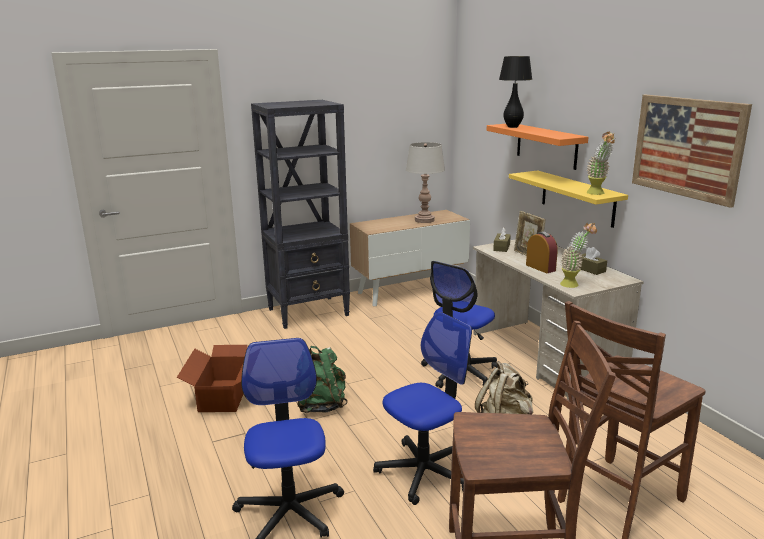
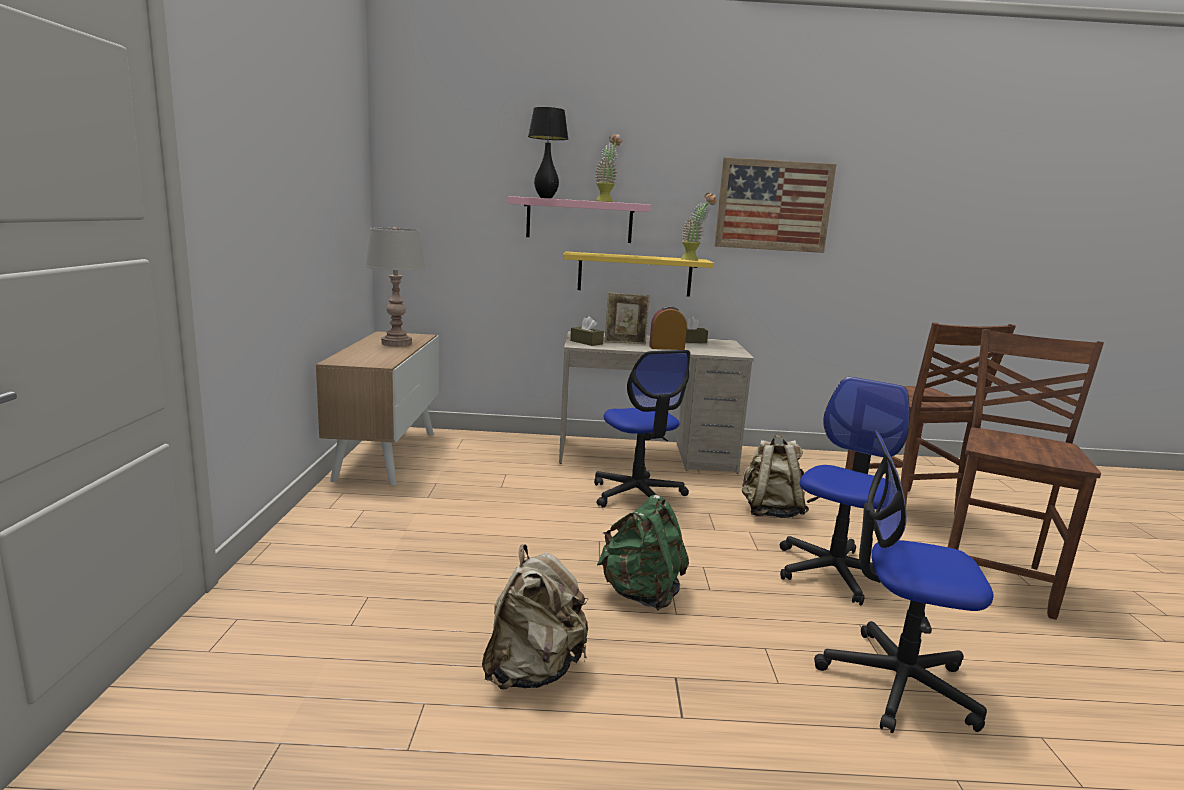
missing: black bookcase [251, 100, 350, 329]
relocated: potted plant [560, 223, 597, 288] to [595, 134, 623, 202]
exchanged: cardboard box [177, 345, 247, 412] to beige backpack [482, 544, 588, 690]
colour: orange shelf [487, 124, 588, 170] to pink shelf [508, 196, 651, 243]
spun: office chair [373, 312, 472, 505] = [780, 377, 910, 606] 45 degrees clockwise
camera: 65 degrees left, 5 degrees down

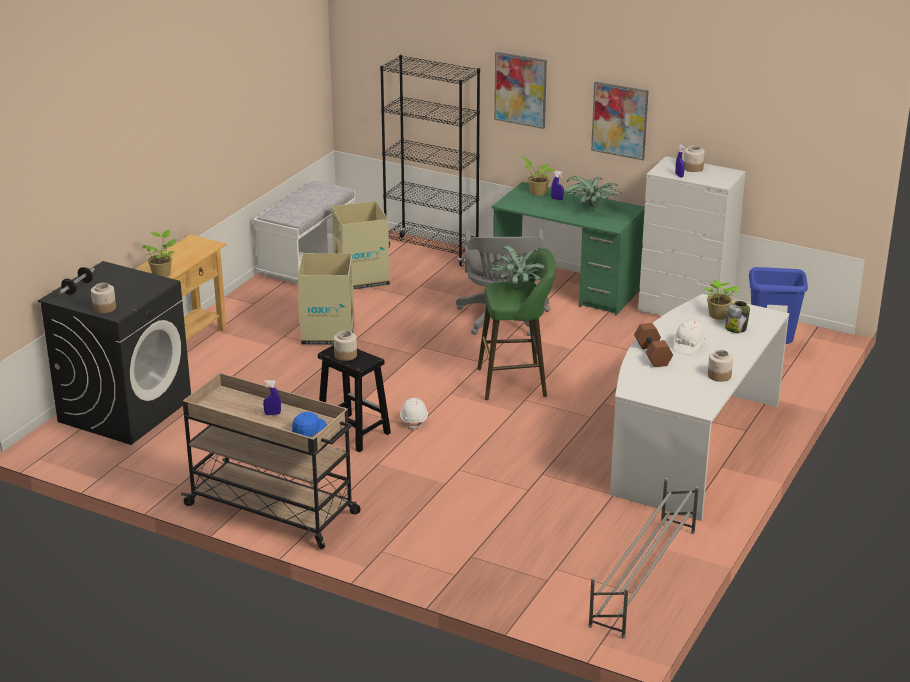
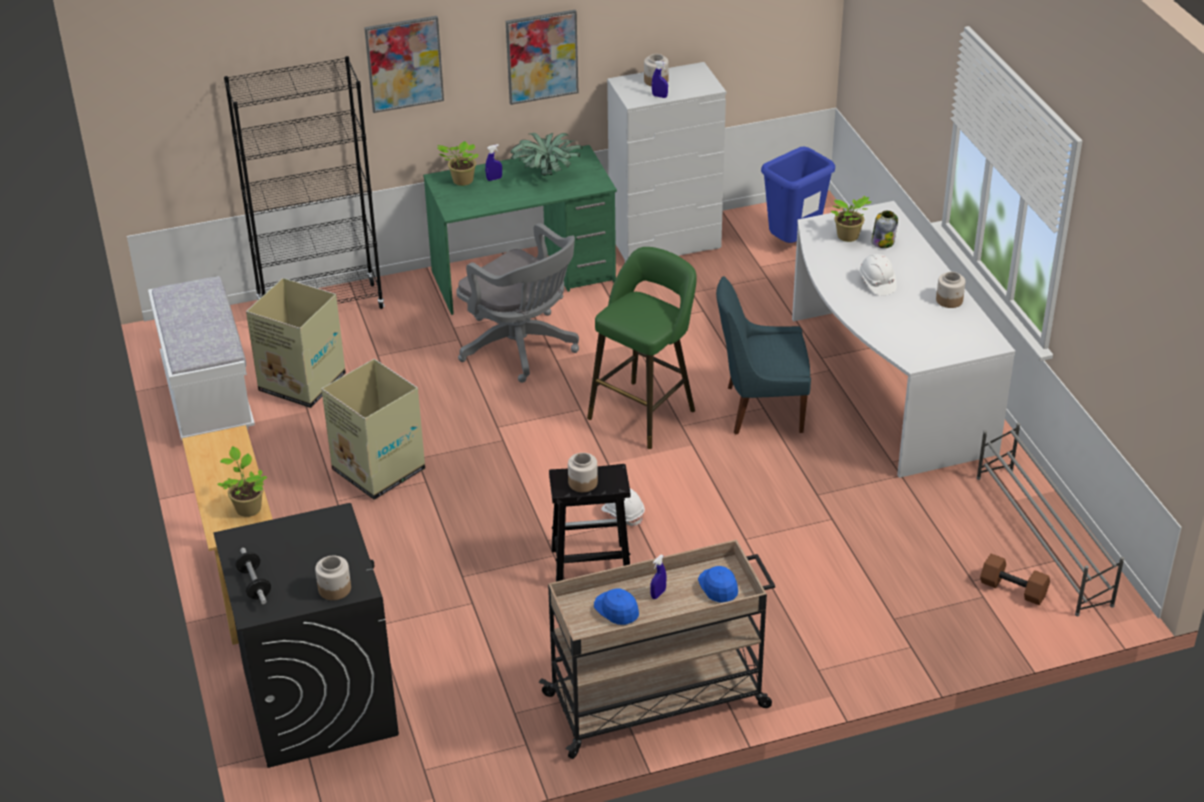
missing: potted plant [491, 246, 545, 289]
appeared: blue chair [716, 276, 811, 435]; blue cap [594, 589, 639, 625]
relocated: brown dumbbell [634, 323, 673, 367] to [980, 553, 1050, 605]
camera: 45 degrees left, 10 degrees up

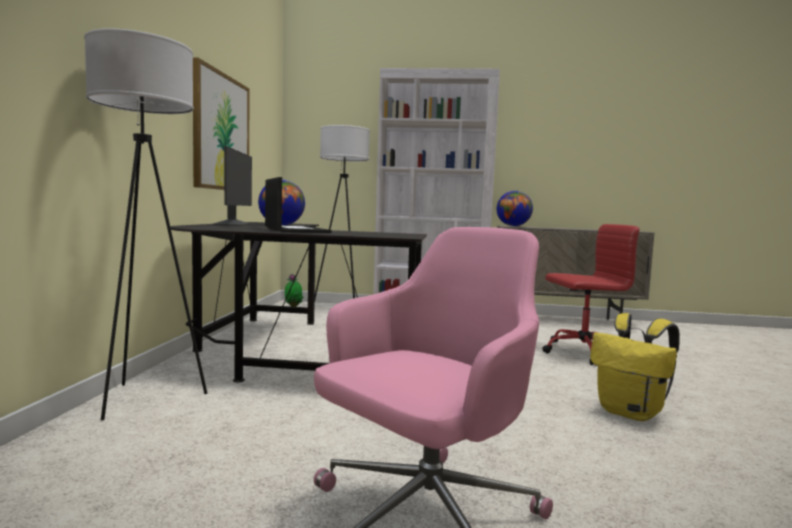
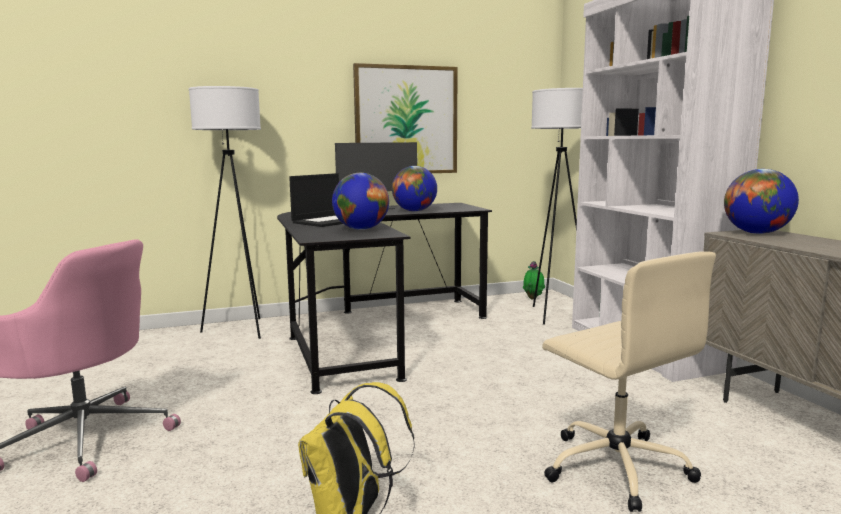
appeared: globe [332, 173, 389, 230]
colour: red office chair [543, 224, 640, 366] to beige office chair [542, 251, 716, 512]
camera: 65 degrees right, 5 degrees up

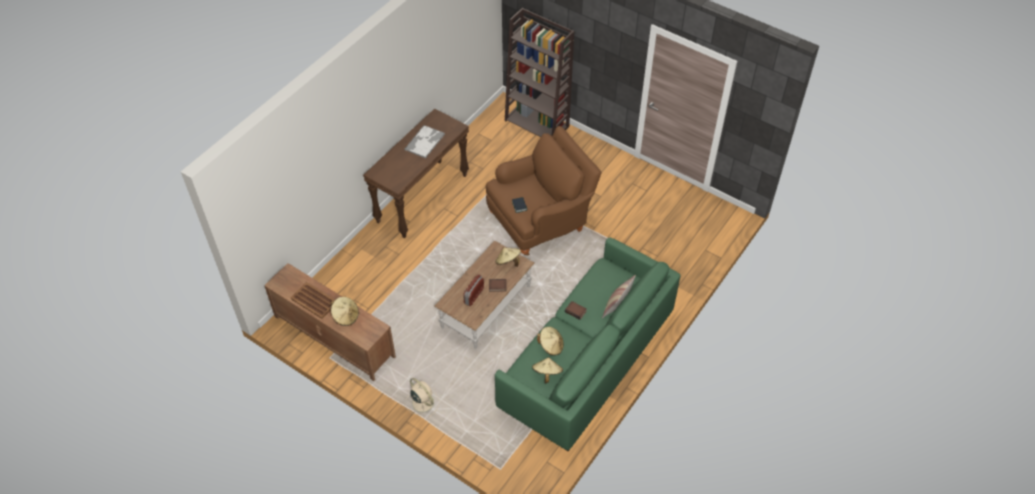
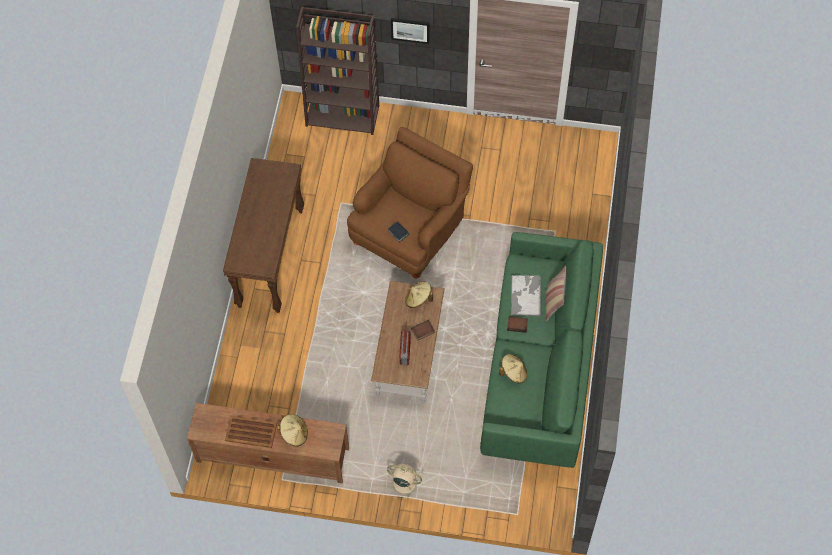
missing: beige hat [532, 357, 563, 383]
appeared: picture [391, 18, 430, 44]
relocated: tray [404, 125, 445, 159] to [511, 275, 541, 316]
camera: 25 degrees left, 10 degrees up

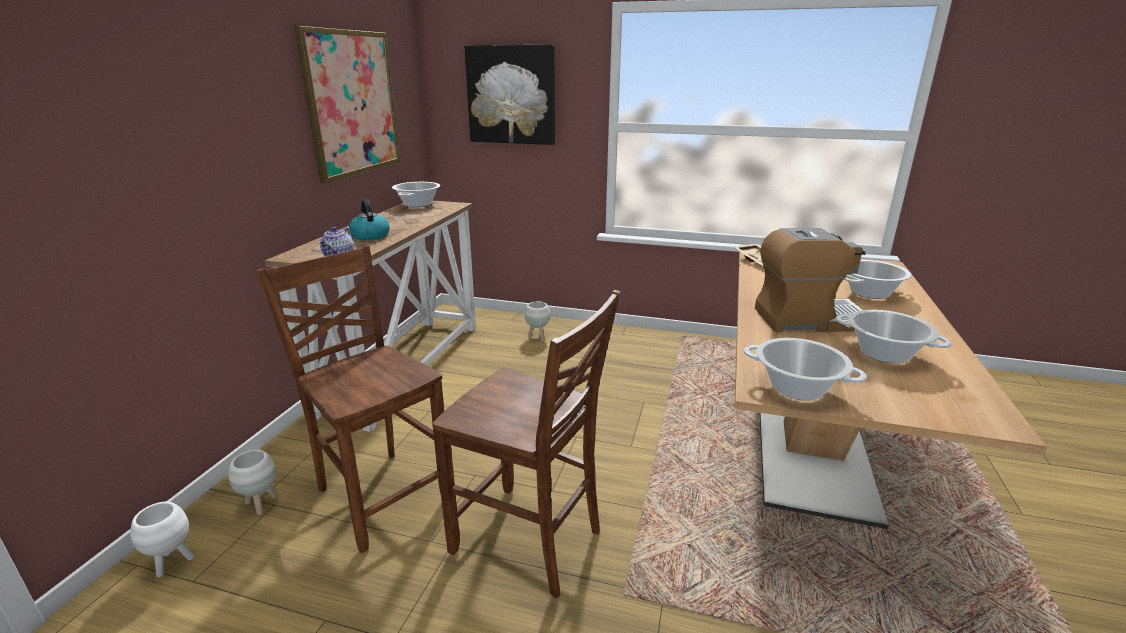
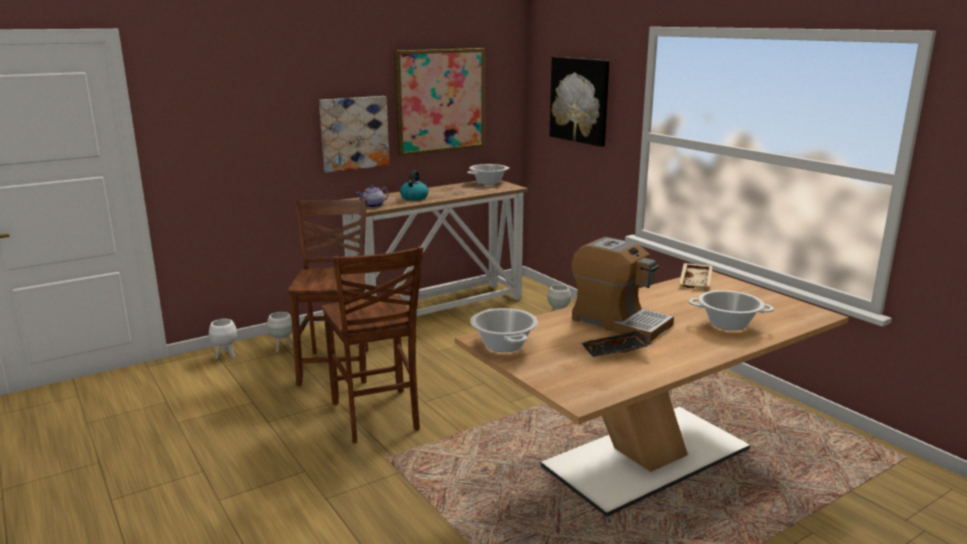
appeared: picture [319, 96, 389, 173]
exchanged: cooking pot [836, 310, 952, 363] to black tray [582, 330, 652, 357]
camera: 40 degrees right, 5 degrees down

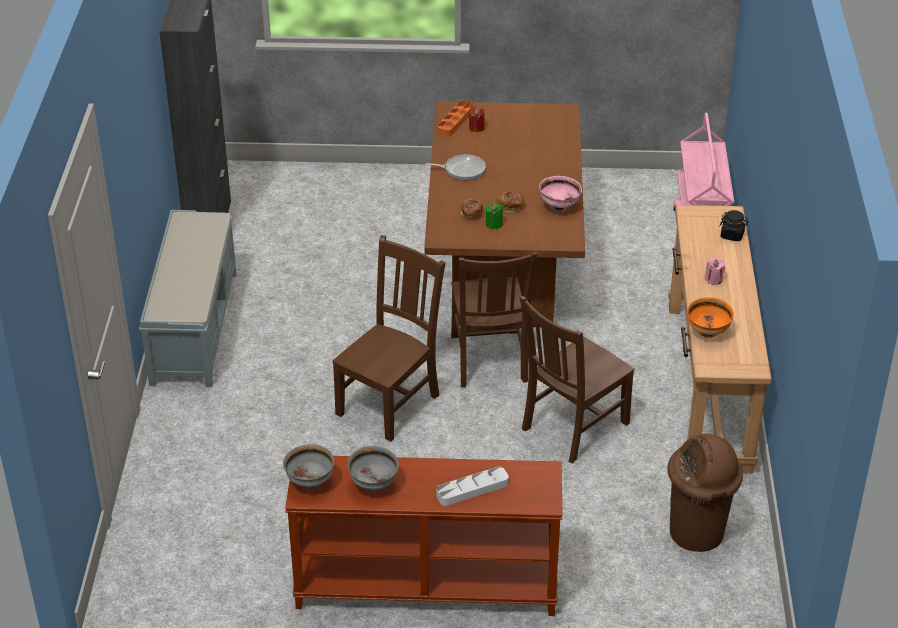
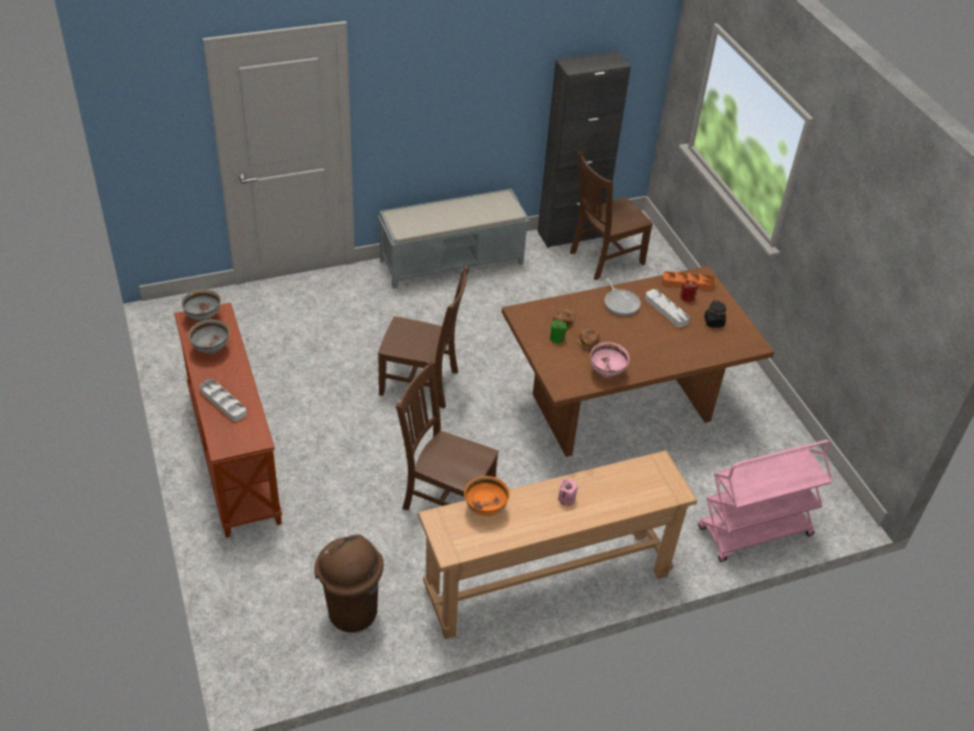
appeared: grey tray [645, 289, 690, 328]
relocated: black jar [719, 210, 749, 241] to [704, 300, 726, 327]; brown chair [451, 252, 538, 388] to [570, 152, 653, 280]
camera: 65 degrees right, 5 degrees up

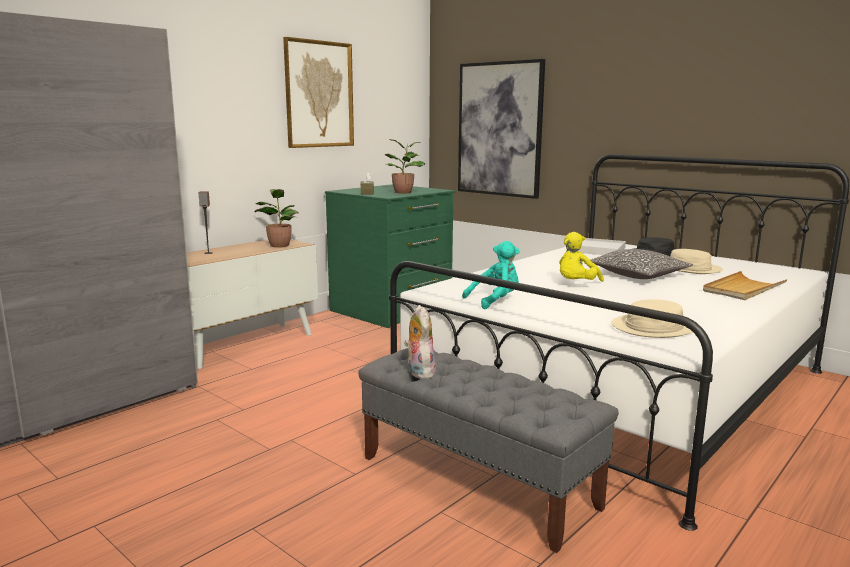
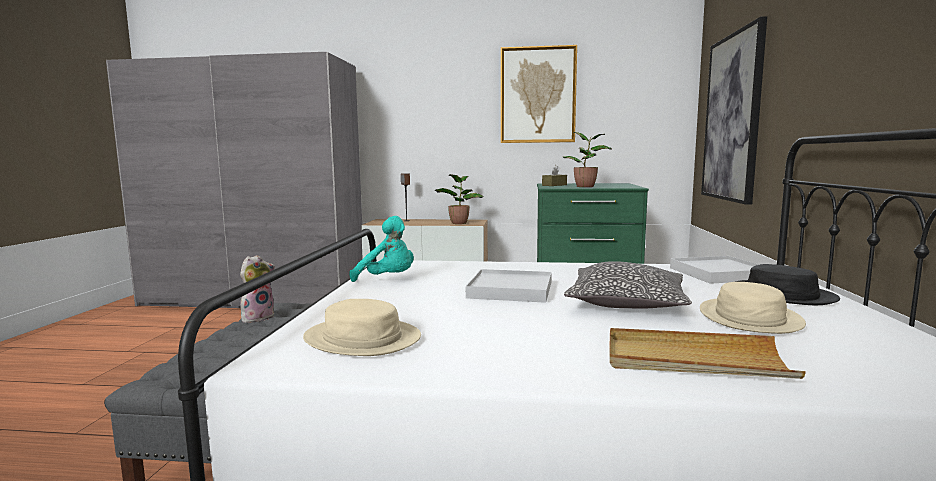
exchanged: yellow plush toy [559, 232, 604, 282] to white tray [465, 269, 552, 303]
camera: 55 degrees right, 5 degrees down

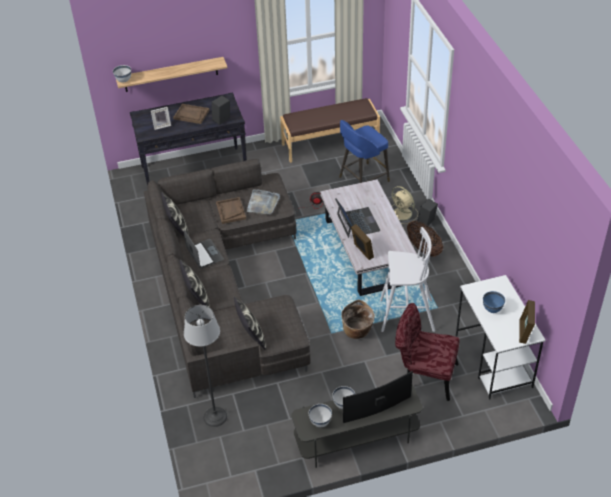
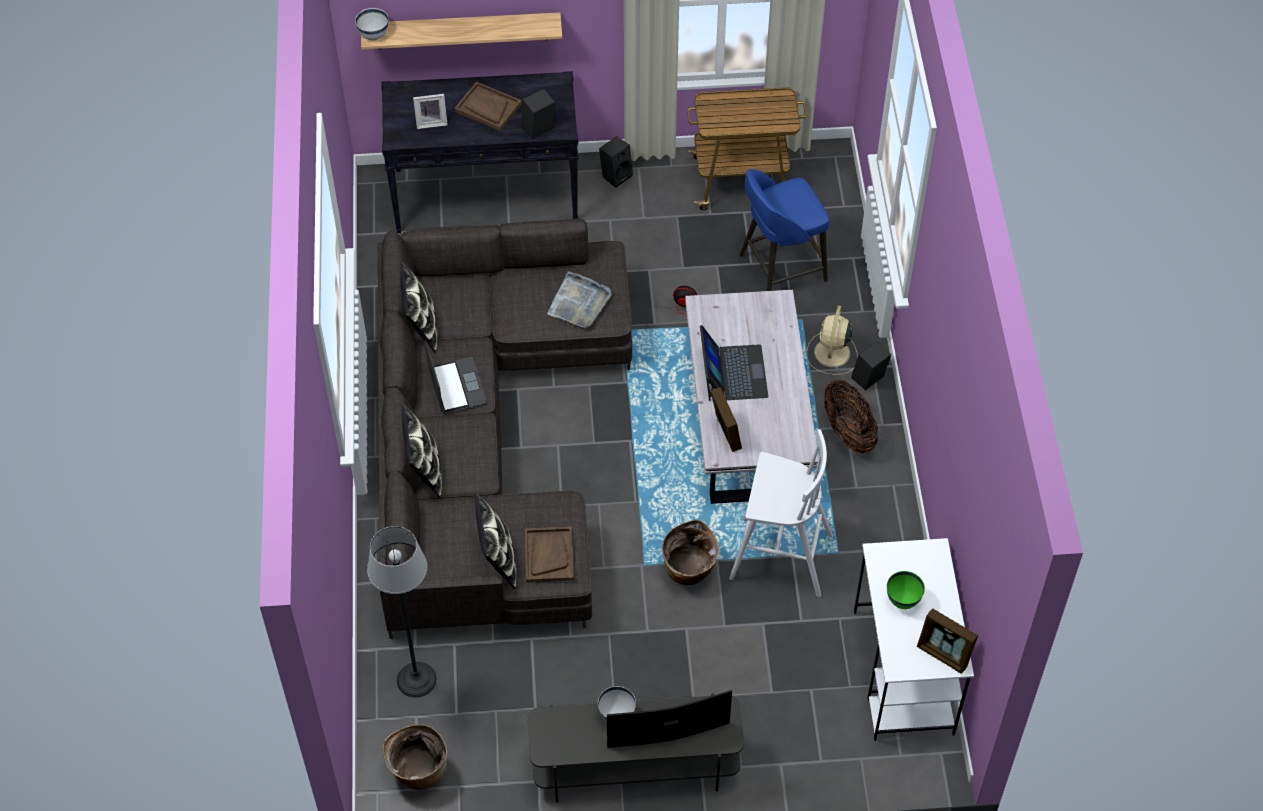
missing: red chair [395, 303, 460, 401]; white bowl [309, 404, 332, 427]
appeared: black speaker [599, 136, 633, 188]; basket [383, 724, 448, 790]
relocated: brown tray [216, 197, 246, 224] to [525, 526, 574, 583]
exchanged: brown bench [280, 98, 380, 163] to cart [687, 88, 807, 210]
colour: blue bowl [483, 291, 505, 313] to green bowl [887, 571, 925, 609]
spun: beige fan [392, 186, 418, 224] = [807, 306, 858, 375] 45 degrees clockwise; picture frame [519, 300, 535, 344] = [917, 609, 978, 674] 75 degrees counterclockwise
camera: 10 degrees right, 10 degrees up

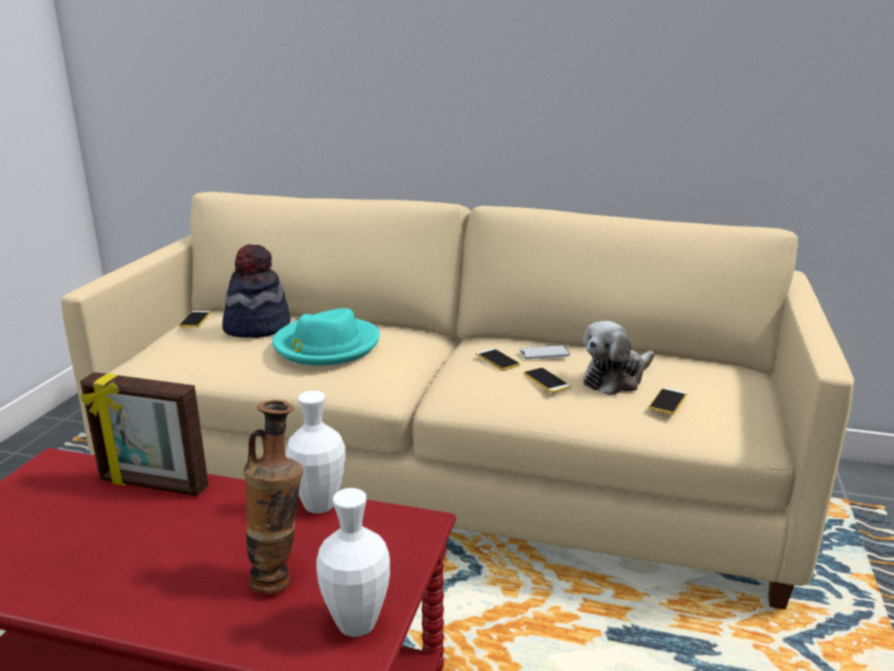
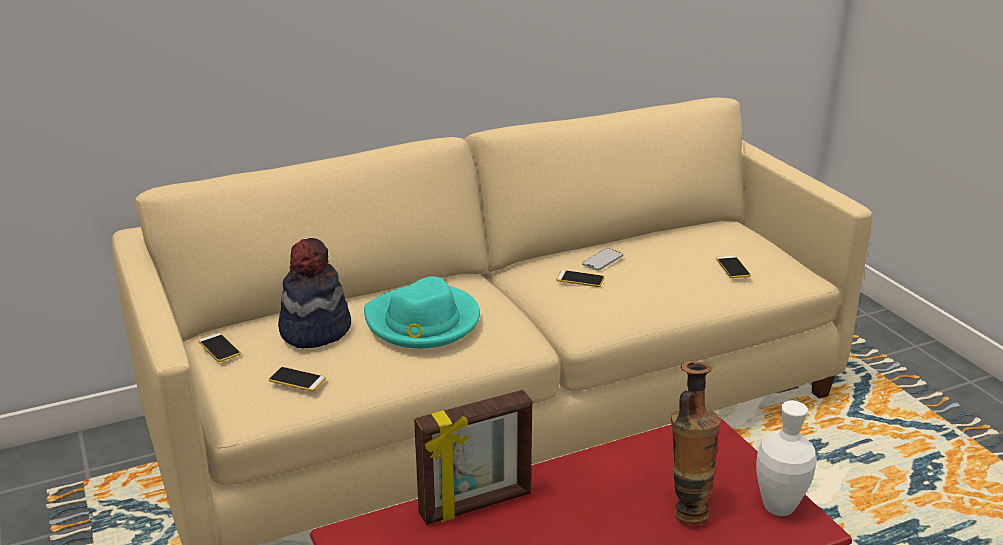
missing: plush toy [583, 321, 654, 396]; white vase [286, 391, 346, 514]
relocated: phone [524, 368, 571, 393] to [269, 367, 326, 391]
camera: 40 degrees left, 5 degrees up

